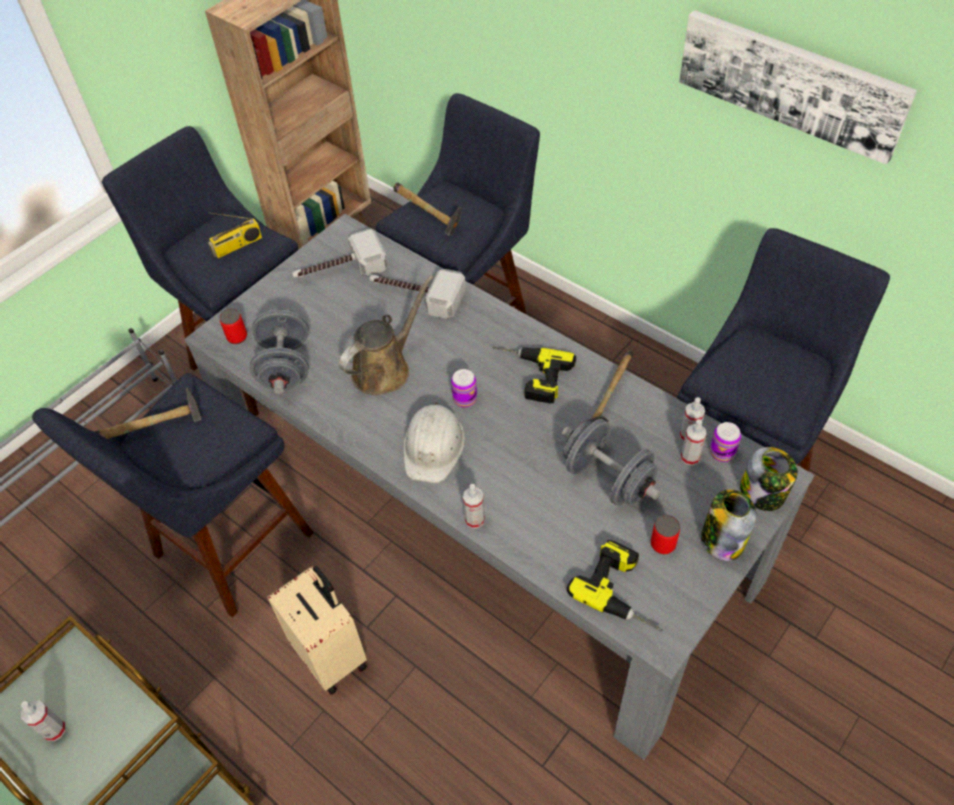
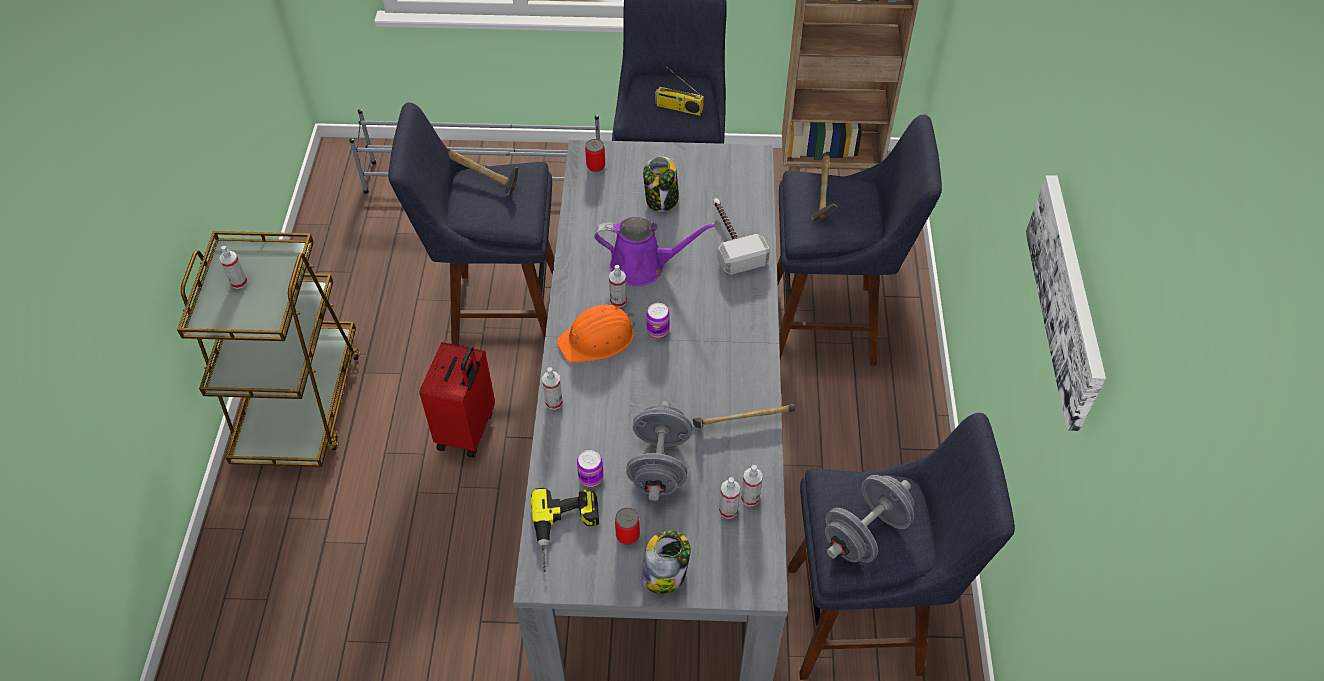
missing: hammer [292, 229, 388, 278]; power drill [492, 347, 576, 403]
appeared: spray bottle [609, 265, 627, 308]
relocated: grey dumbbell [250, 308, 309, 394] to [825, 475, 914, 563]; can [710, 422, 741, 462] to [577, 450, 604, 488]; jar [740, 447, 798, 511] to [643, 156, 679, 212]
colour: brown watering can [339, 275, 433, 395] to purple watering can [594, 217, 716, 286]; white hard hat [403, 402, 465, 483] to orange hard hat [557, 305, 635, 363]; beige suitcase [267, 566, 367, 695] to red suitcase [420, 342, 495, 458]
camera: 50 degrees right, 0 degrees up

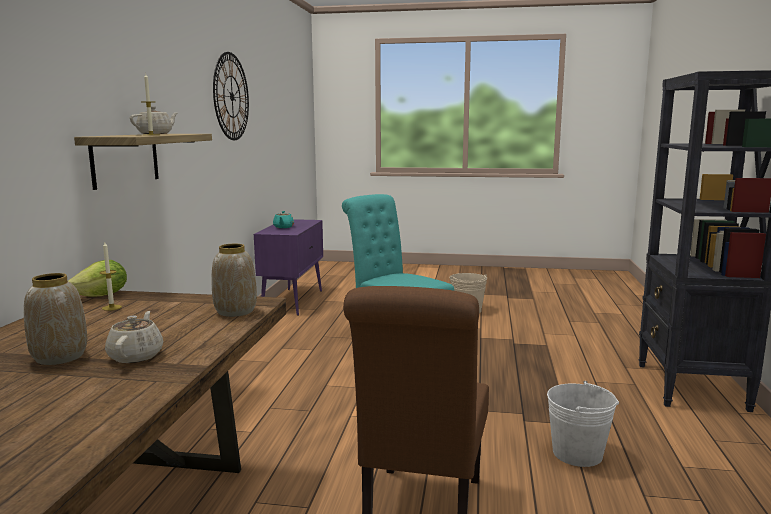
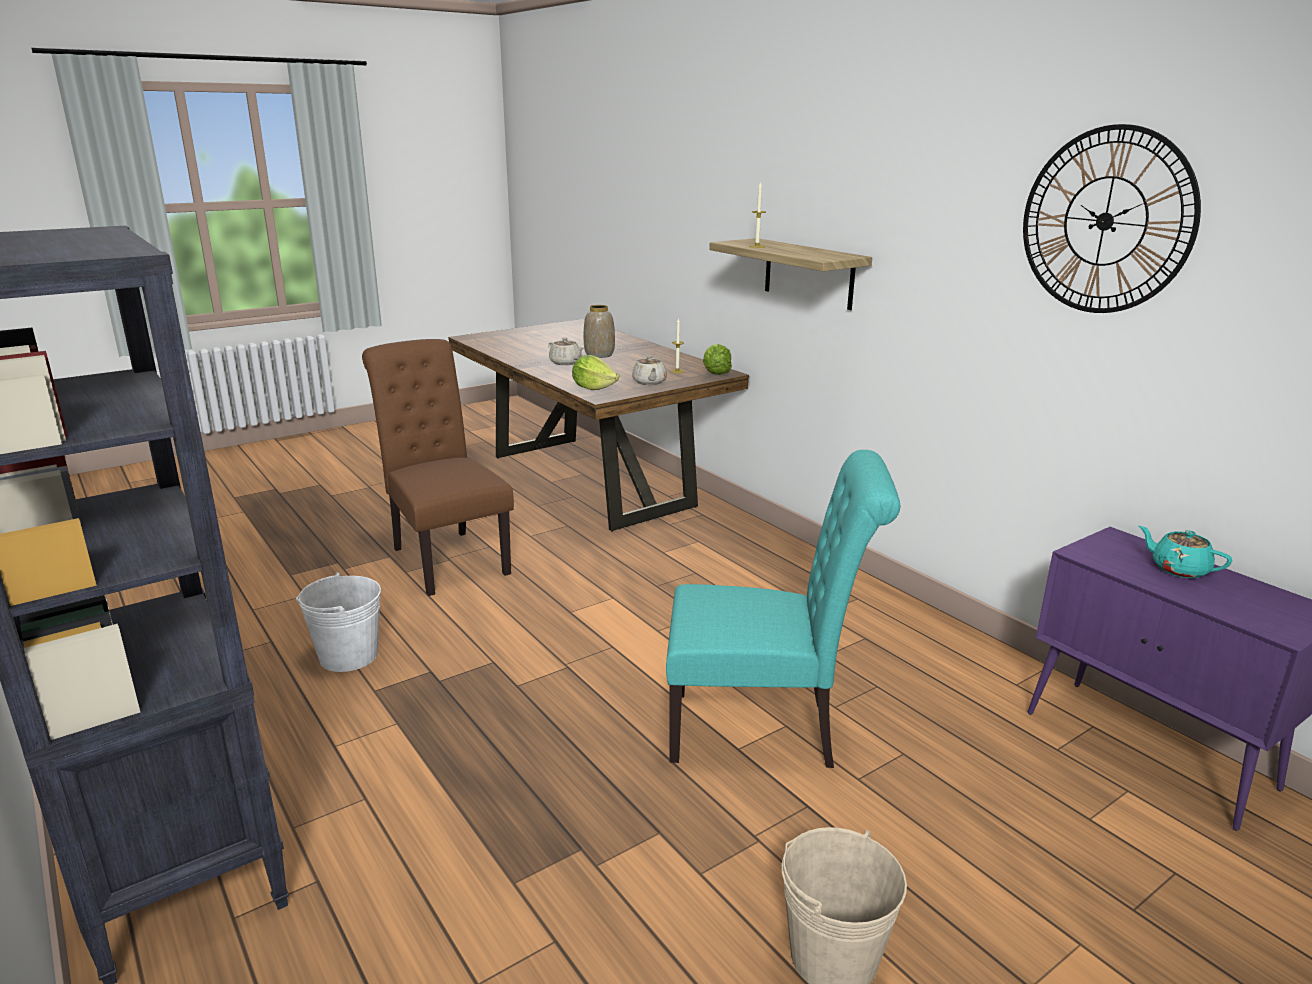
relocated: beige teapot [130, 106, 177, 134] to [632, 355, 667, 385]
exchanged: vase [212, 244, 257, 317] to lettuce [572, 355, 619, 390]
camera: 135 degrees right, 10 degrees up

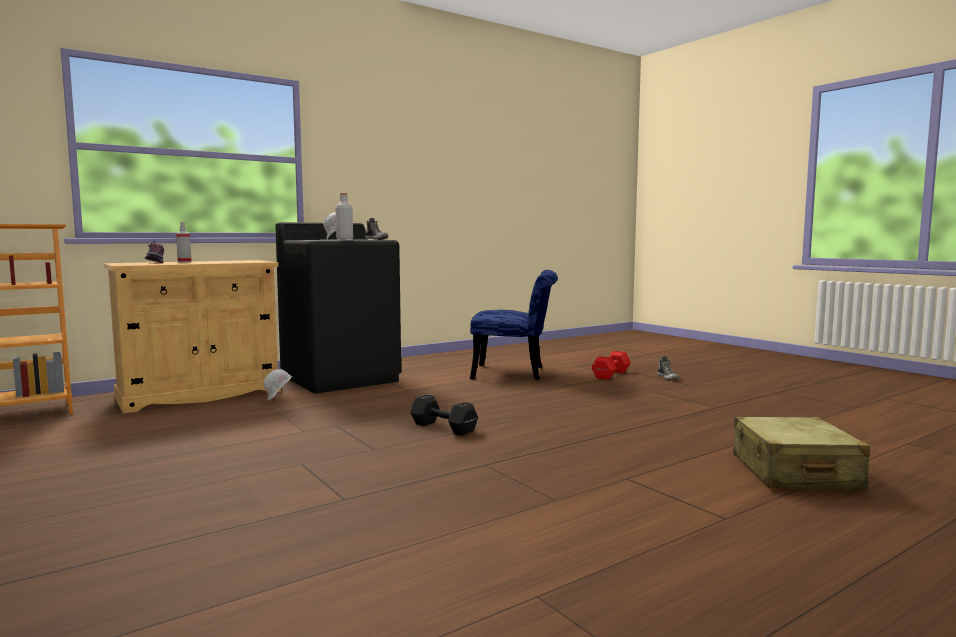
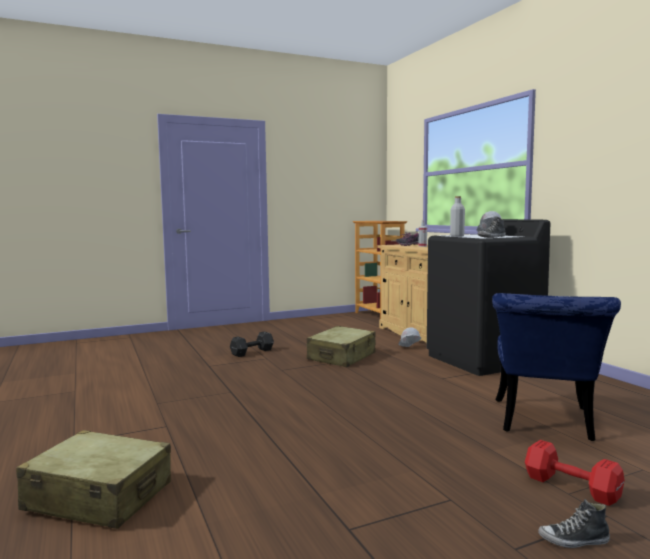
appeared: beige suitcase [307, 326, 376, 367]
relocated: black dumbbell [410, 394, 478, 436] to [230, 332, 274, 357]
camera: 100 degrees right, 0 degrees up

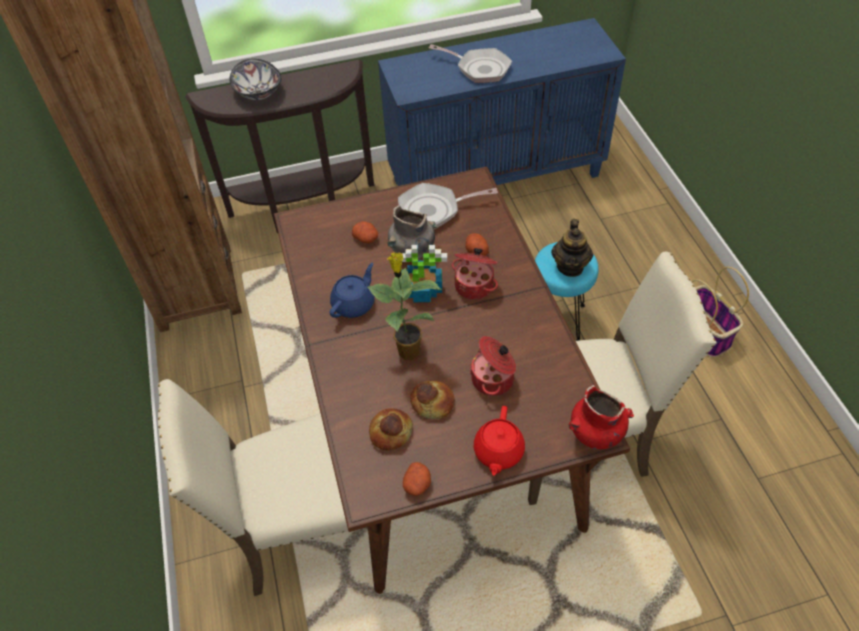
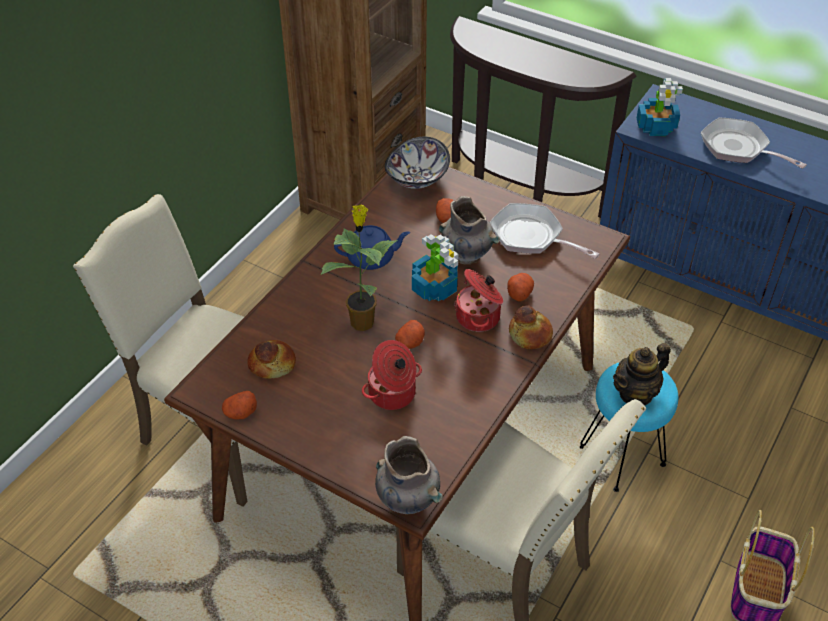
missing: red teapot [474, 406, 525, 476]
appeared: potted plant [637, 78, 683, 136]; potato [395, 320, 425, 349]
relocated: bowl [229, 59, 281, 100] to [385, 136, 450, 189]; bread [410, 381, 454, 419] to [509, 305, 553, 349]
colour: red vase [569, 385, 634, 449] to grey vase [375, 436, 443, 515]
spun: frying pan [429, 44, 512, 83] = [701, 117, 807, 169] 150 degrees clockwise
camera: 45 degrees right, 5 degrees down

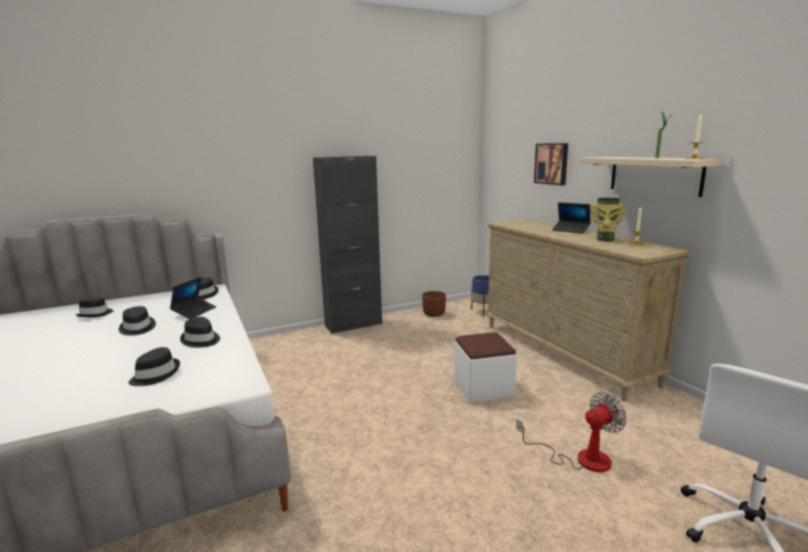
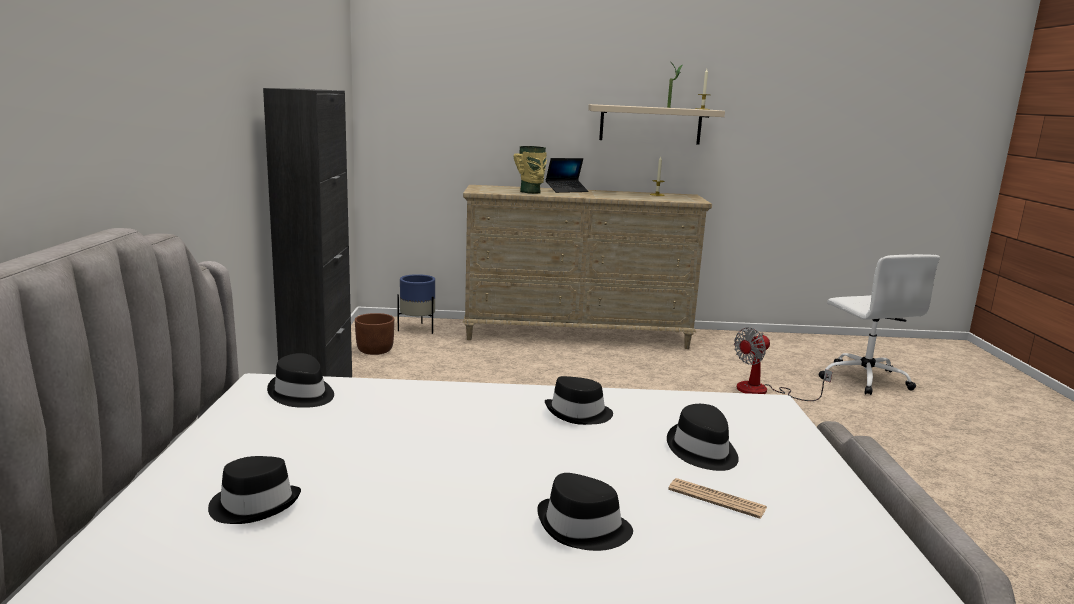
missing: picture [534, 143, 568, 185]; laptop [170, 277, 216, 319]; white ottoman [454, 332, 517, 403]
appeared: newspaper [668, 478, 767, 519]
relocated: vase [590, 198, 627, 242] to [513, 146, 547, 194]; black hat [119, 306, 156, 336] to [537, 473, 633, 551]
spun: fan [516, 392, 627, 472] = [734, 327, 832, 401] 120 degrees counterclockwise
camera: 65 degrees left, 0 degrees up

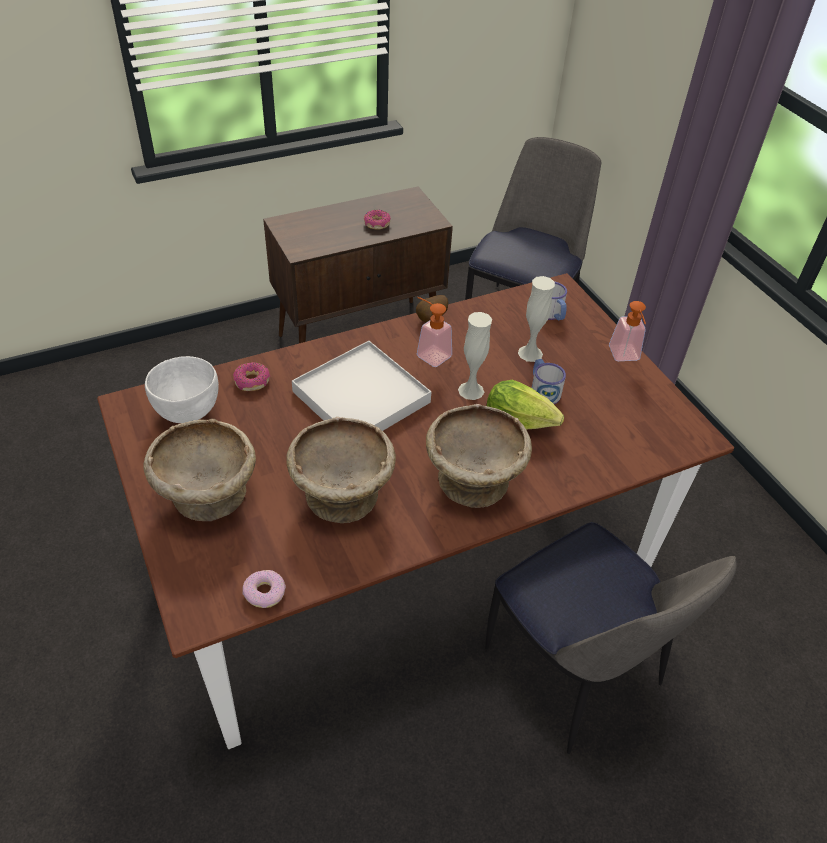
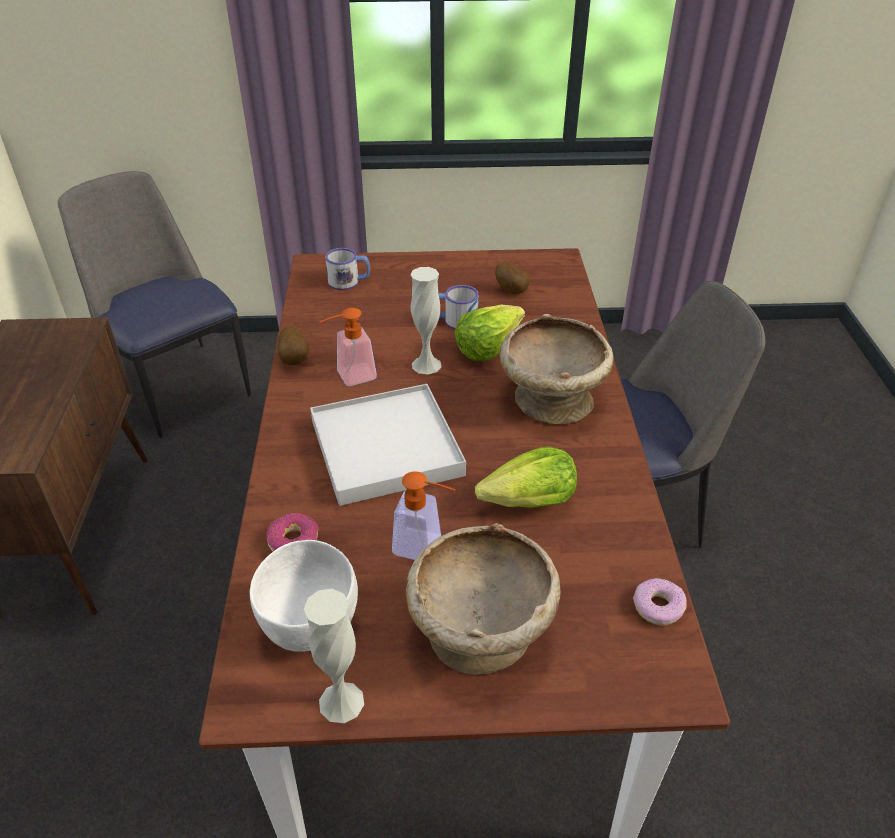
missing: donut [364, 210, 391, 229]
appeared: potato [495, 262, 530, 294]
relocated: white vase [518, 276, 555, 362] to [304, 589, 364, 723]; soap dispenser [609, 301, 646, 361] to [392, 471, 456, 560]
exchanged: beige bowl [286, 417, 396, 523] to lettuce [475, 446, 577, 508]
camera: 65 degrees left, 5 degrees down

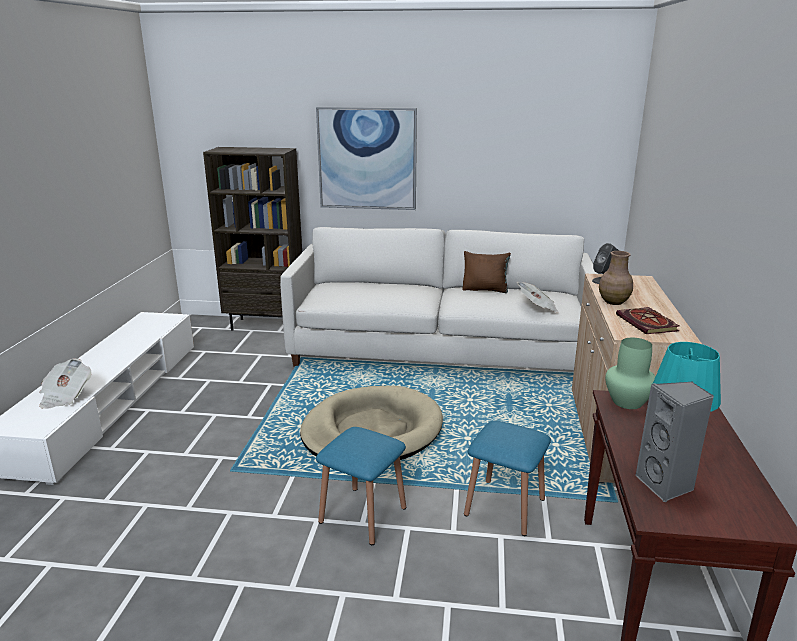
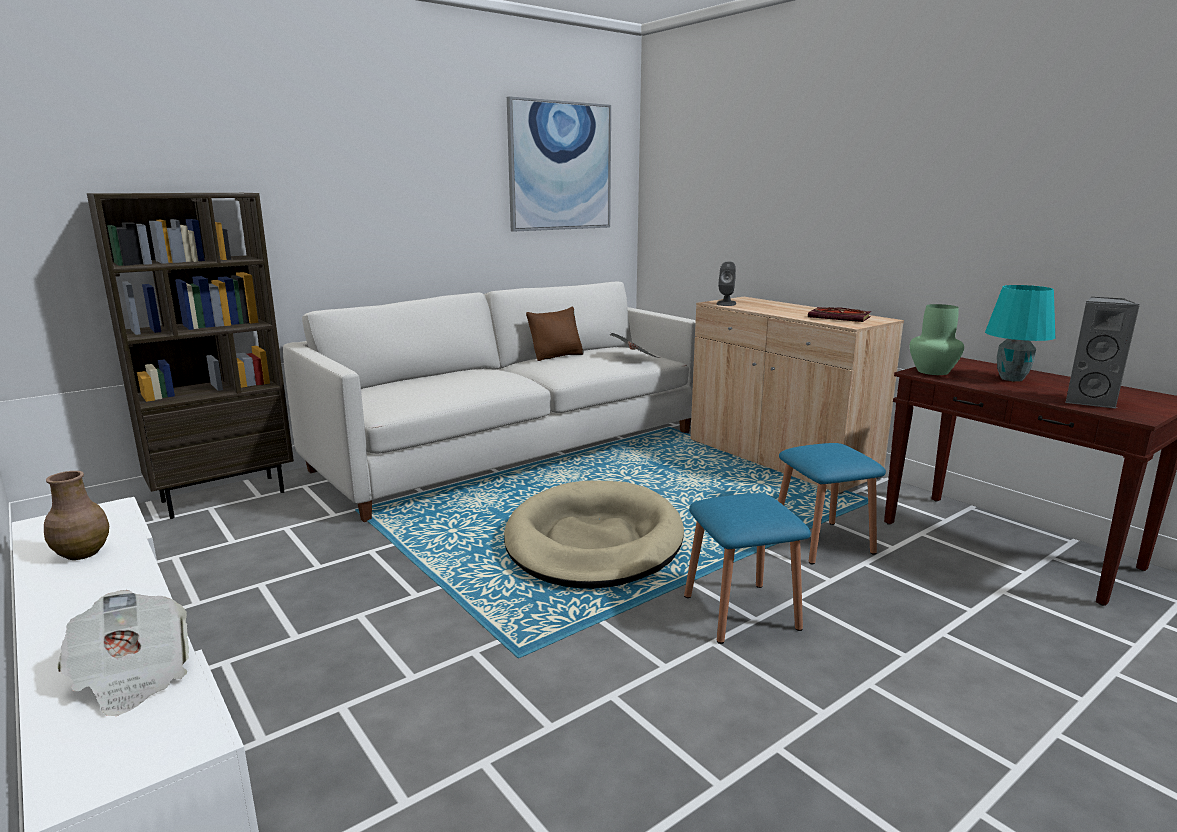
relocated: picture [316, 107, 417, 210] to [507, 96, 611, 232]; brown vase [599, 251, 633, 305] to [44, 471, 109, 560]
camera: 45 degrees left, 5 degrees down

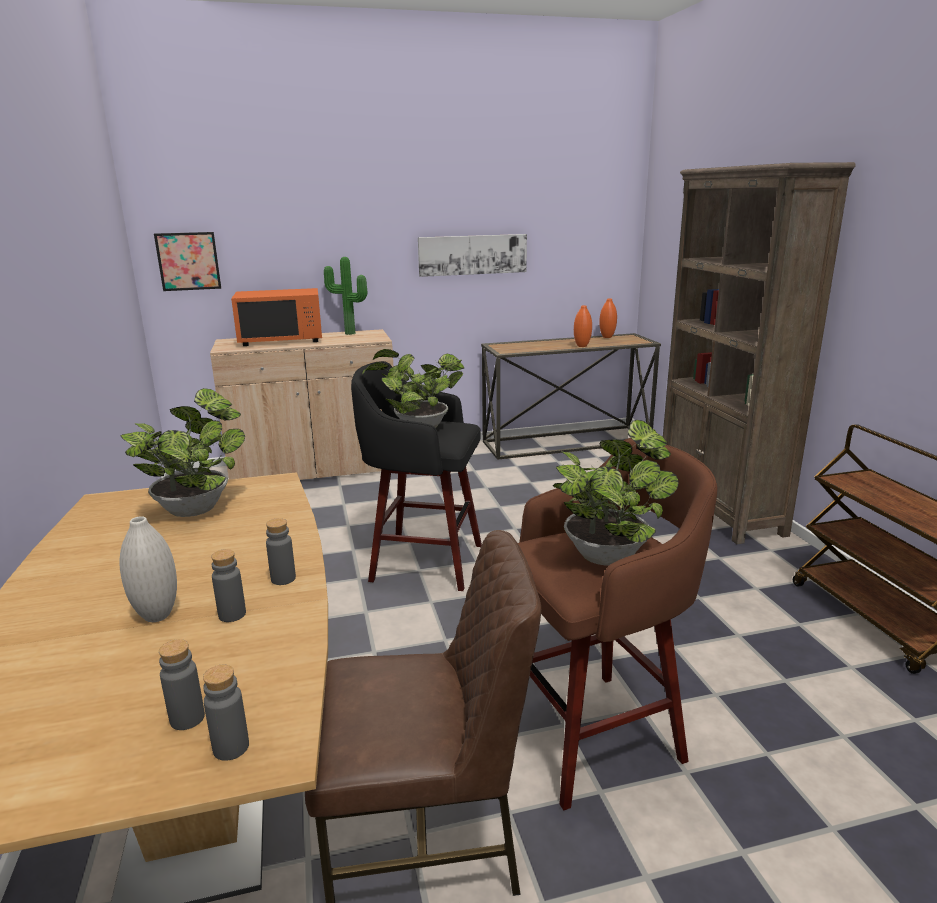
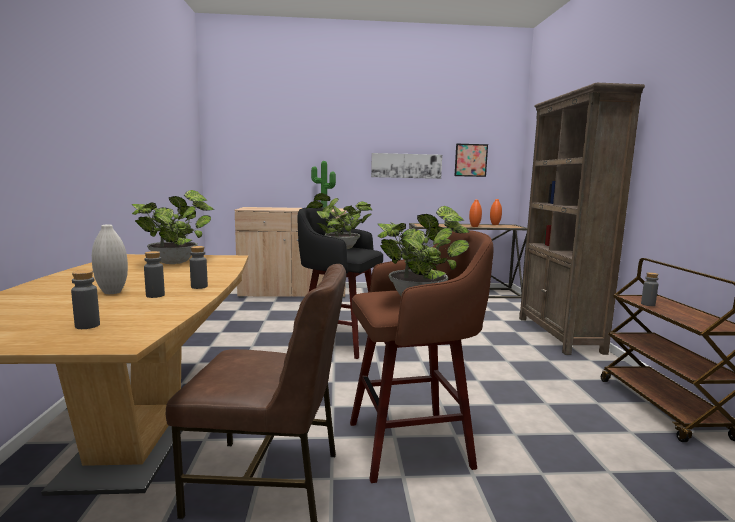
missing: orange microwave [231, 288, 322, 346]
relocated: picture [154, 232, 221, 291] to [454, 144, 488, 177]; grey bottle [203, 665, 249, 761] to [641, 272, 658, 306]
camera: 10 degrees right, 10 degrees down

